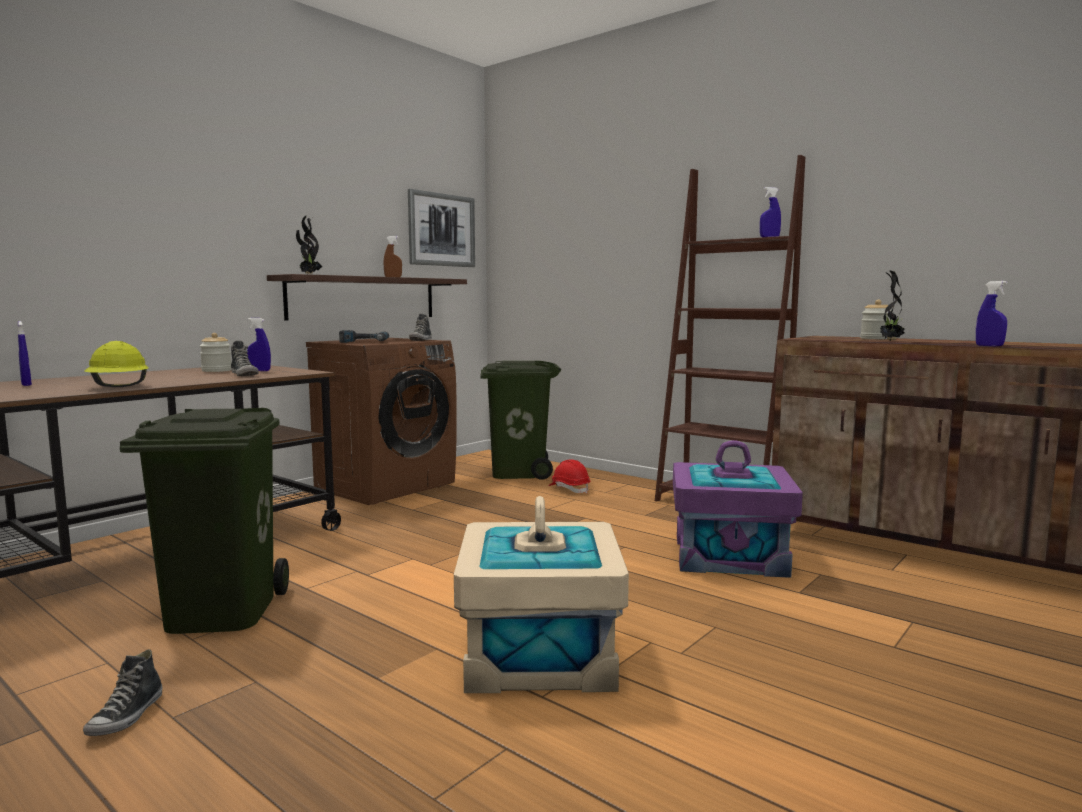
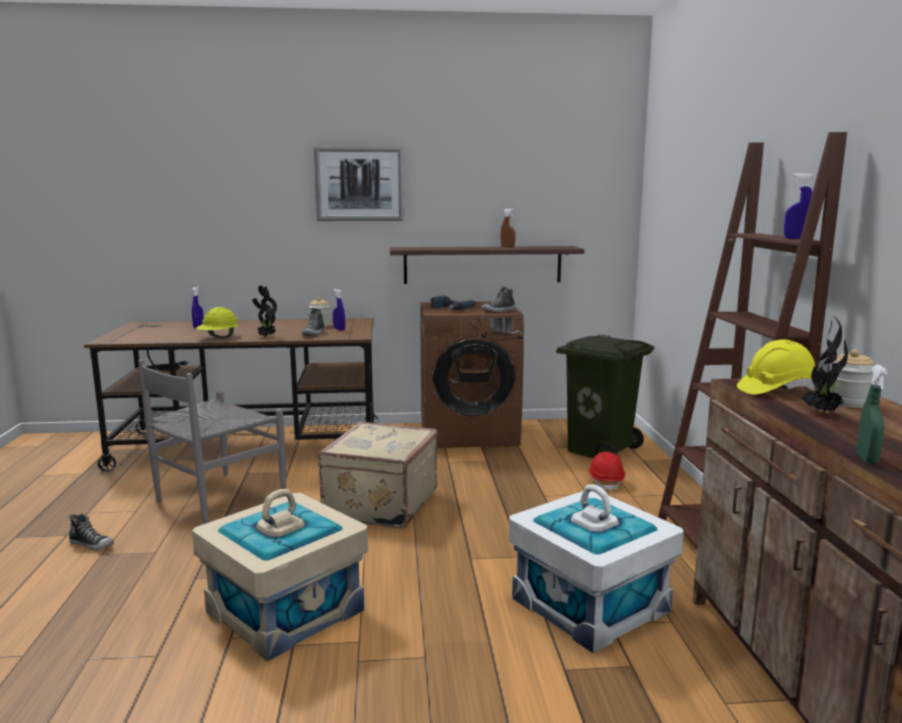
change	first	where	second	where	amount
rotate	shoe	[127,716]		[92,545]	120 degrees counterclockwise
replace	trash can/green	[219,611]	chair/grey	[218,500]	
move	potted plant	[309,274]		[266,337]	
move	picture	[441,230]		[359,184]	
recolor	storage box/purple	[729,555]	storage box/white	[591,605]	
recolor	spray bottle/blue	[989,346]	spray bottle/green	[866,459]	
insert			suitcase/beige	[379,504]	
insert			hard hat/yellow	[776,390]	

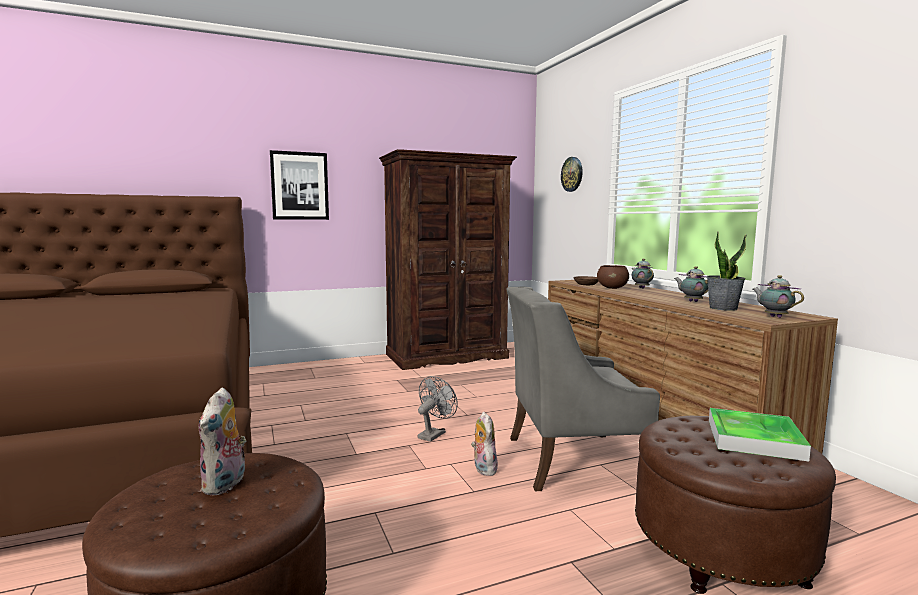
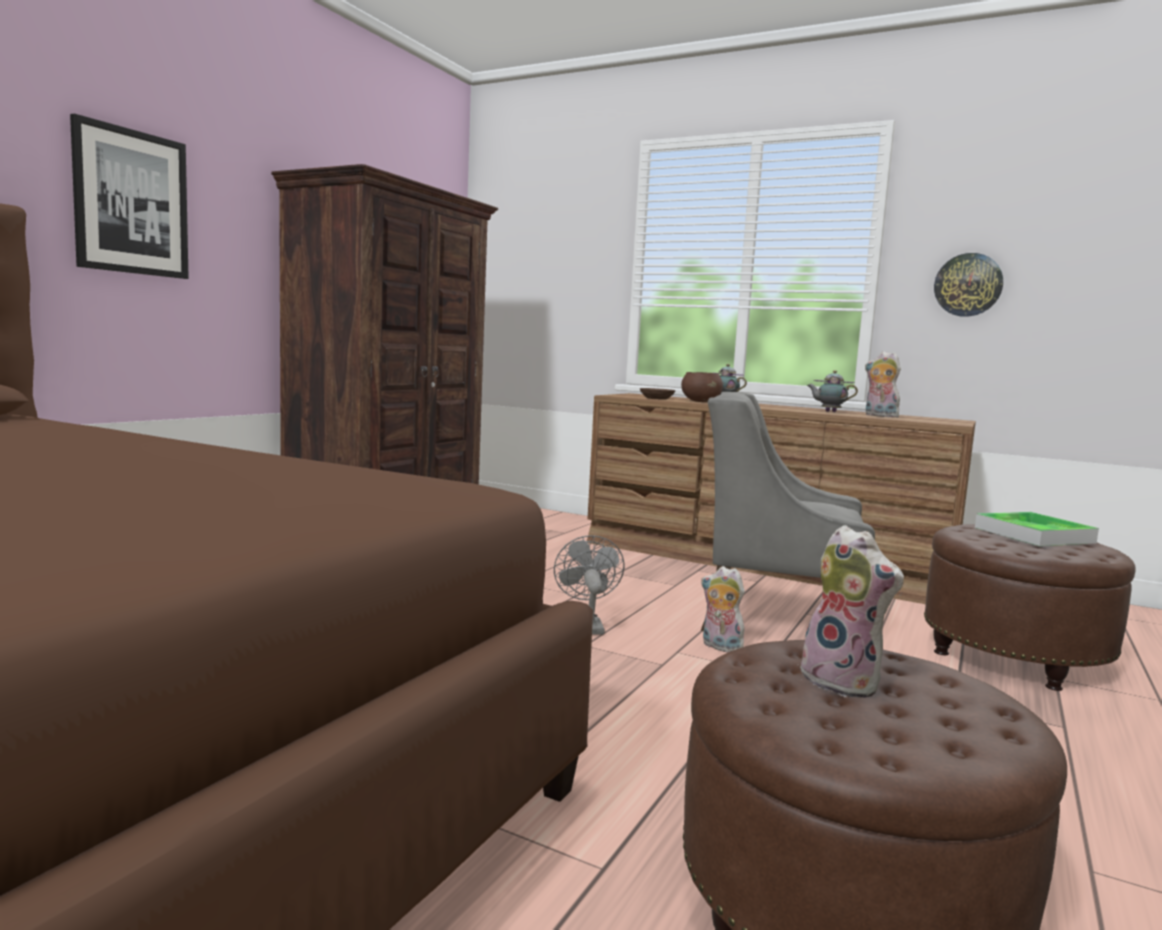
change	first	where	second	where	amount
rotate	armchair/grey	[571,459]		[774,615]	60 degrees clockwise
move	wall clock	[572,174]		[968,285]	
replace	potted plant	[723,308]	plush toy	[879,416]	
delete	teapot	[774,317]			

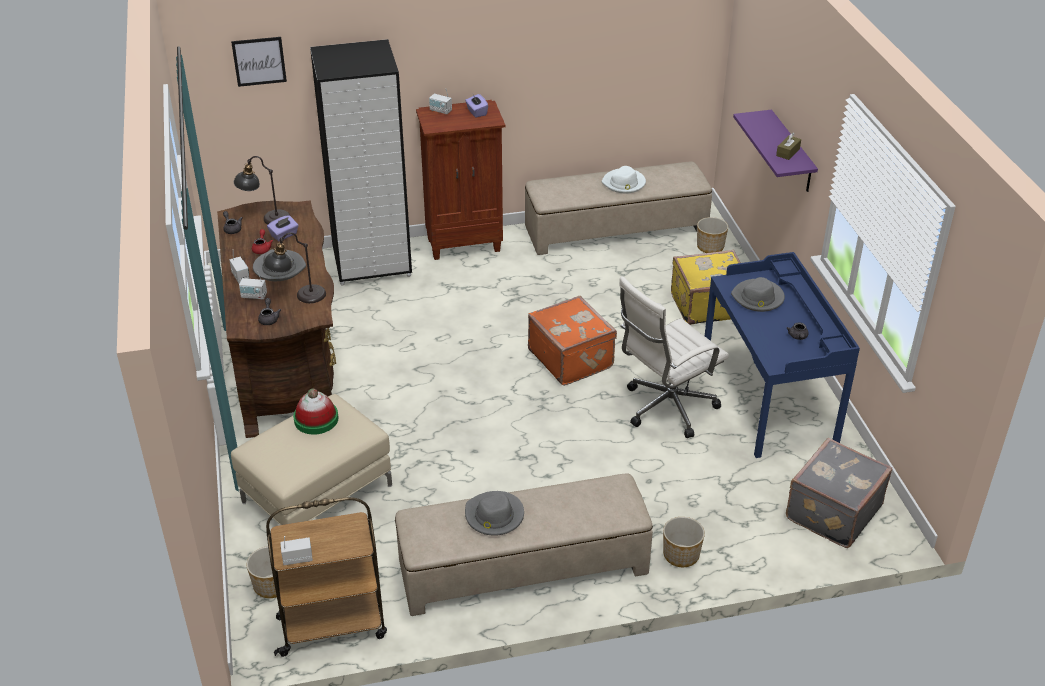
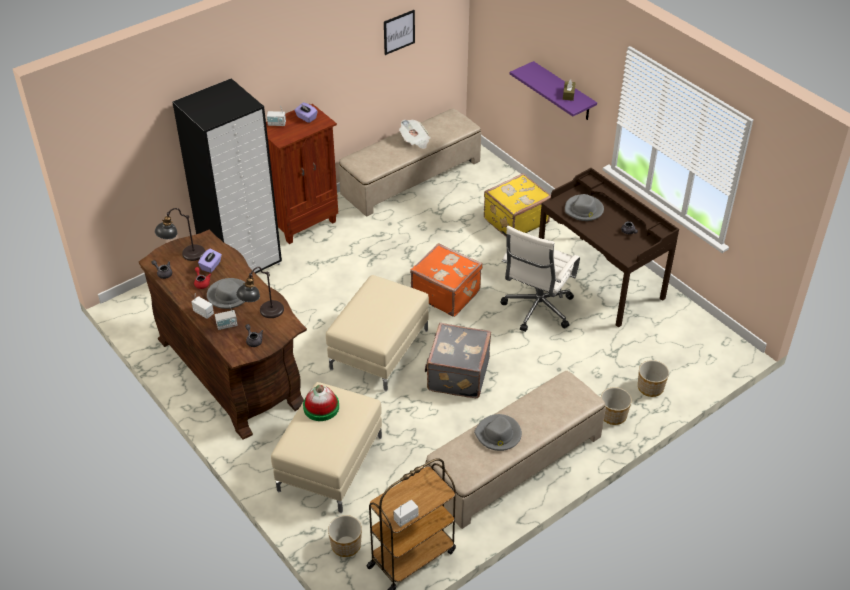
change	first	where	second	where	amount
move	picture	[259,61]		[399,32]	
replace	hat/white	[624,183]	newspaper	[415,141]	
move	planter	[710,247]		[650,388]	
recolor	desk/blue	[769,398]	desk/brown	[600,279]	
move	suitcase/grey	[831,512]		[457,375]	
insert			ottoman/beige	[380,350]	

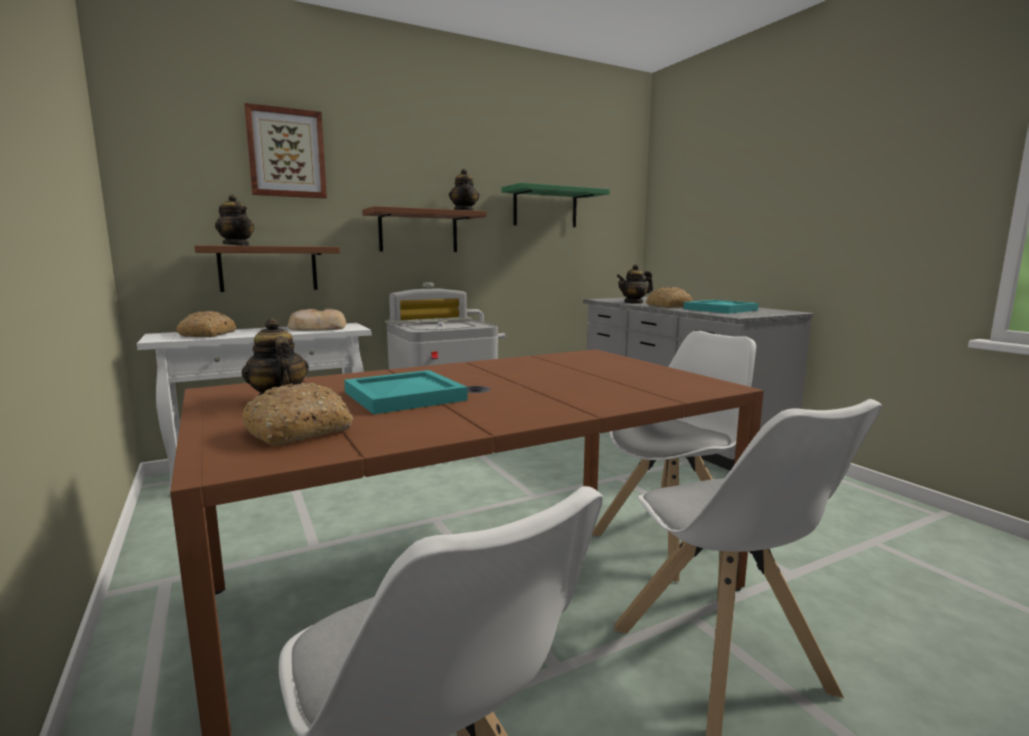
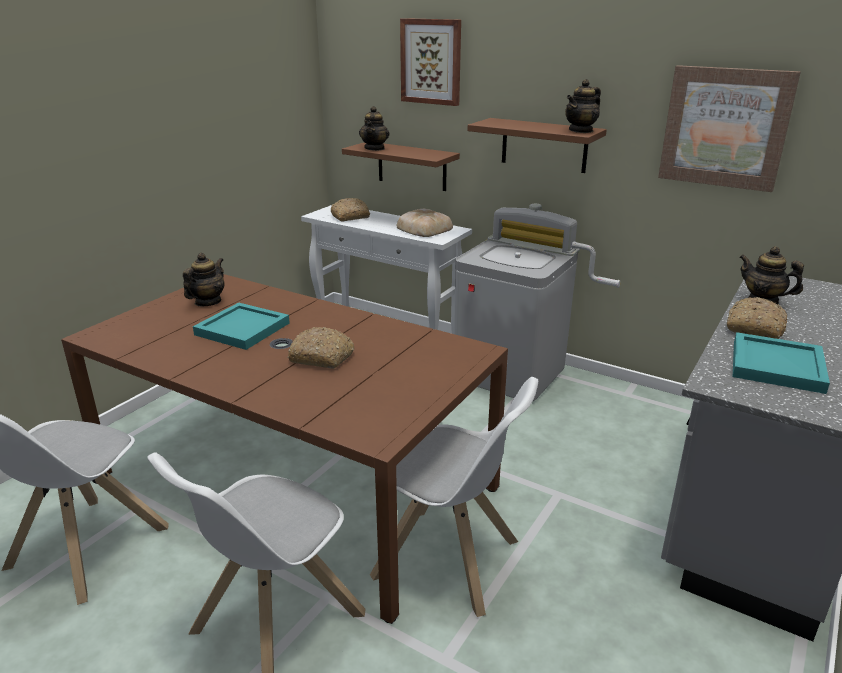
change	first	where	second	where	amount
move	bread	[300,430]		[322,357]	
replace	shelf/green	[545,208]	picture	[725,127]	

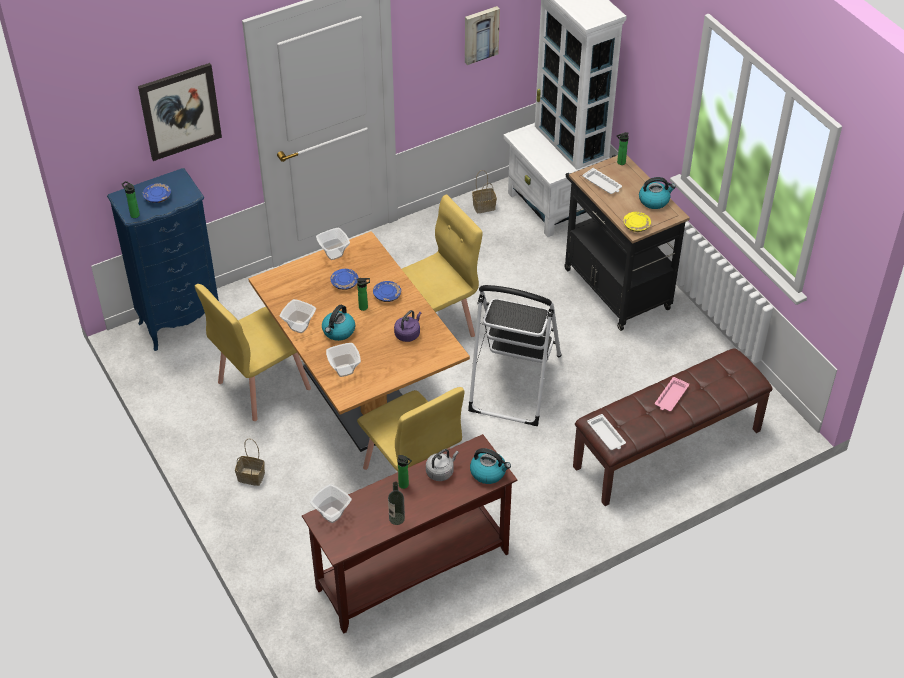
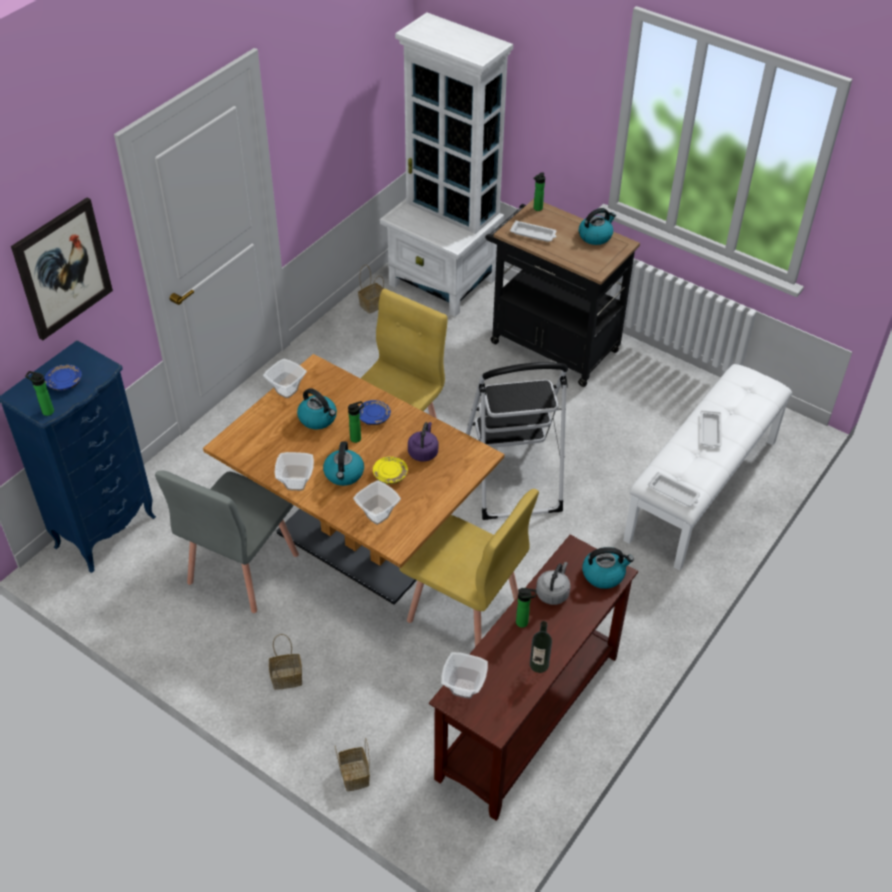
change	first	where	second	where	amount
recolor	chair/yellow	[263,385]	chair/grey	[242,569]	
replace	plate/blue	[344,283]	kettle	[318,418]	
delete	picture	[480,34]			
recolor	bench/brown	[668,449]	bench/white	[702,490]	
move	plate/yellow	[636,225]		[390,474]	
recolor	tray/pink	[671,397]	tray/white	[710,432]	
insert			basket	[353,774]	

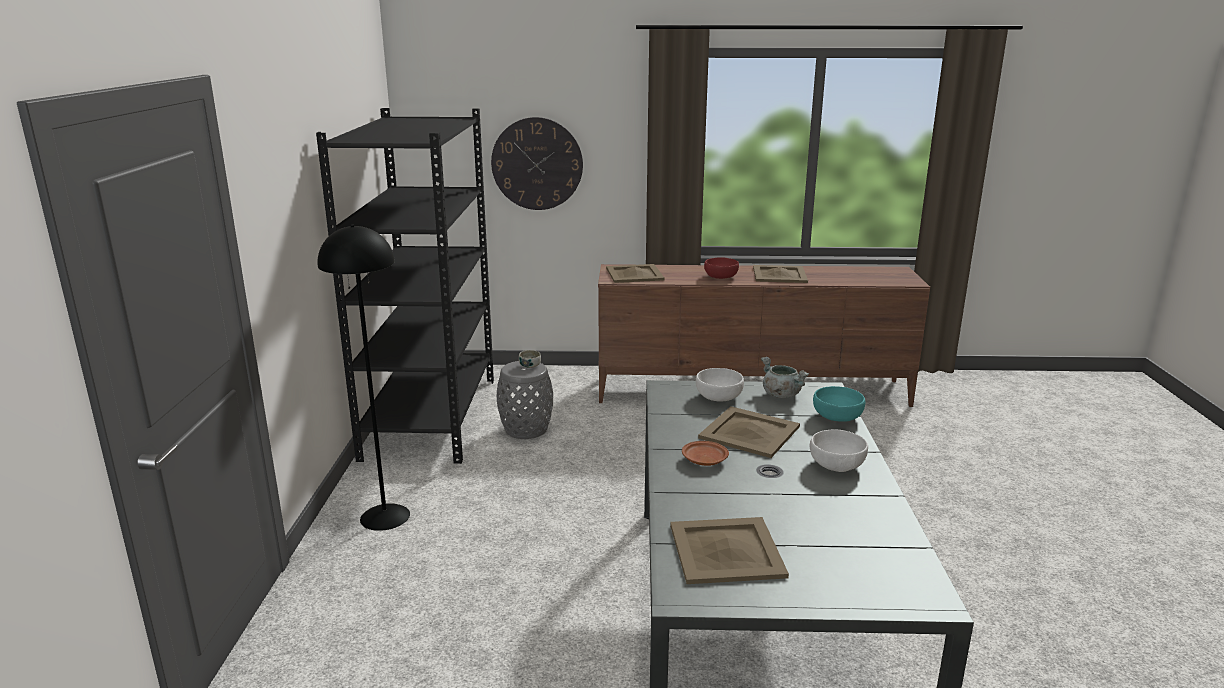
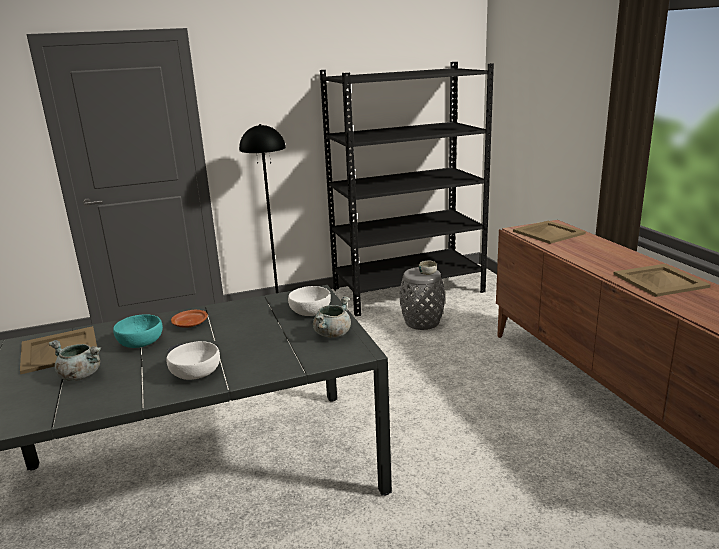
change	first	where	second	where	amount
delete	wall clock	[537,164]			
delete	tray/beige	[750,432]			
delete	bowl/red	[721,277]			
move	bowl/turquoise	[838,417]		[140,343]	
insert			cooking pot/grey	[80,375]	

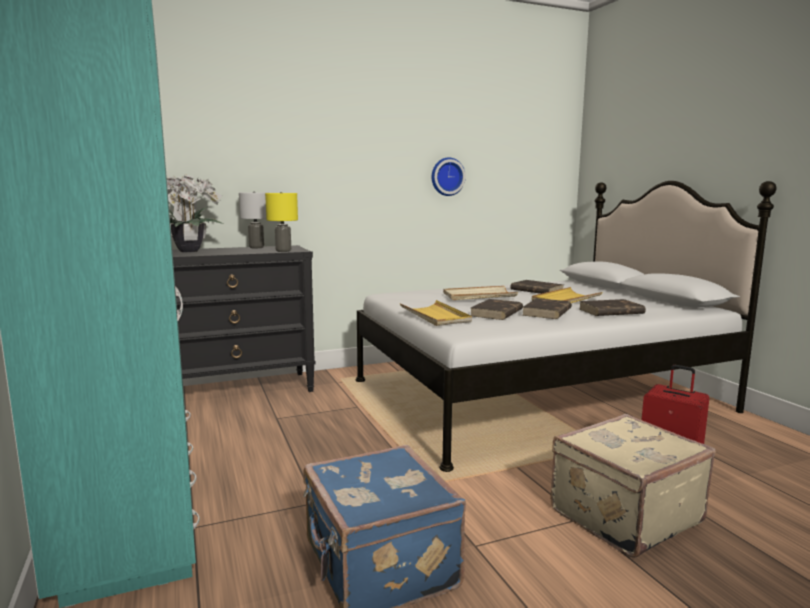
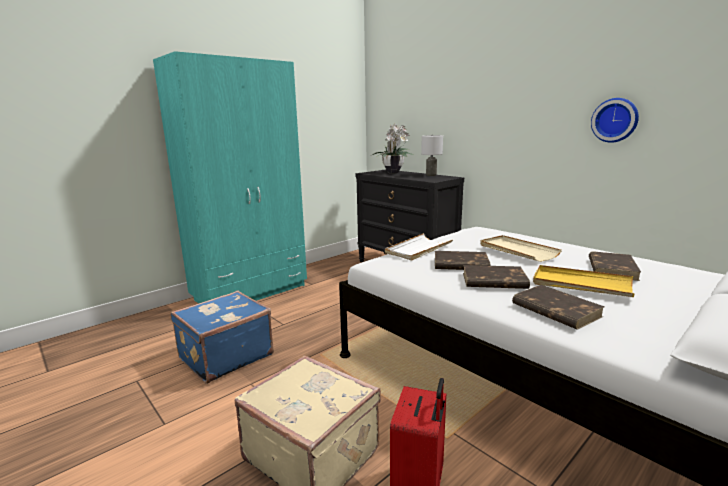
change	first	where	second	where	amount
delete	table lamp/yellow	[284,251]			
recolor	tray/yellow	[435,316]	tray/white	[418,249]	

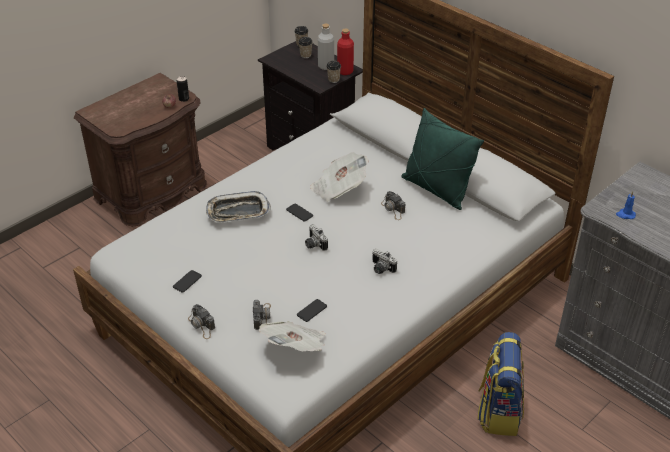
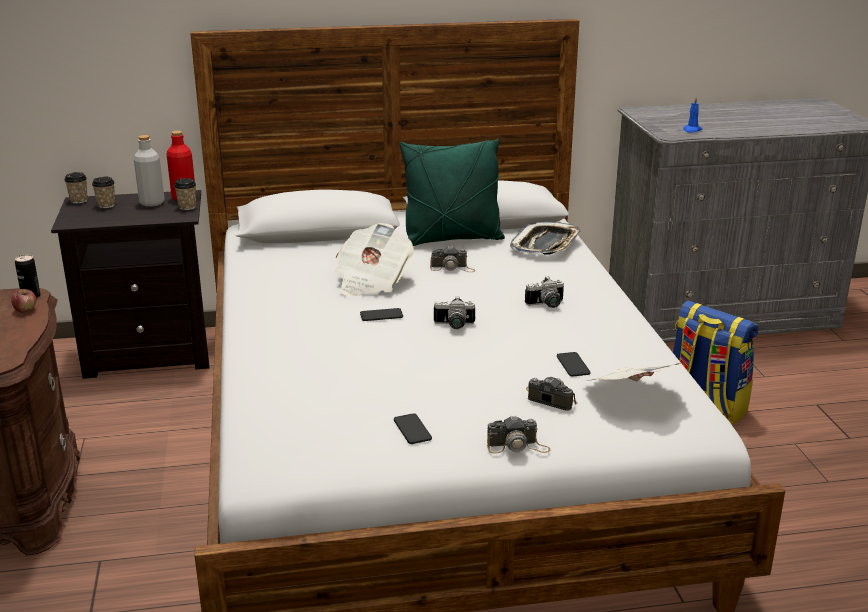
change	first	where	second	where	amount
move	tray	[238,212]		[546,245]	

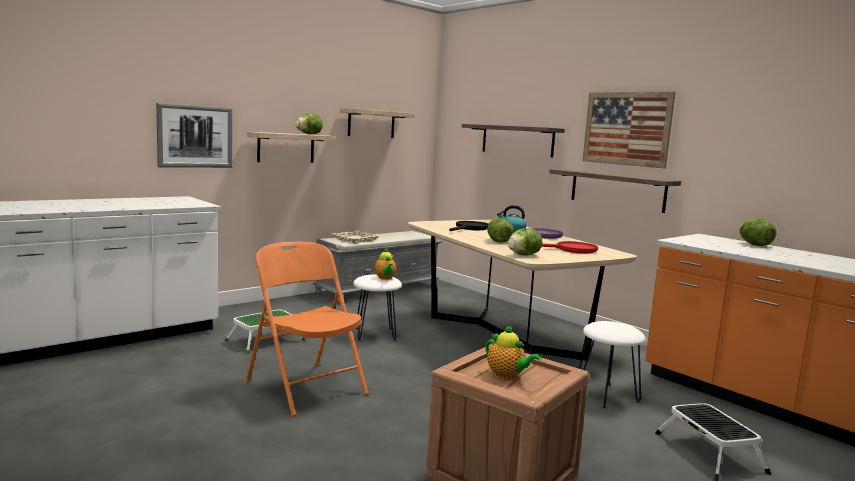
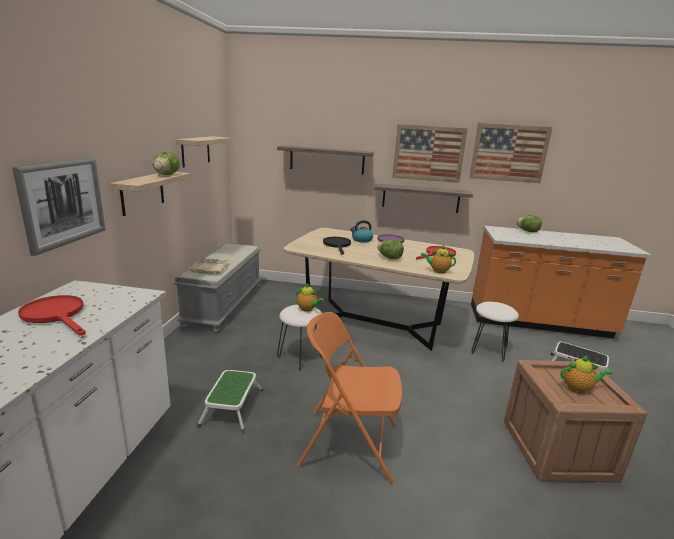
change	first	where	second	where	amount
replace	lettuce	[523,255]	teapot	[438,271]	
insert			frying pan/red	[56,315]	
insert			picture	[509,153]	

